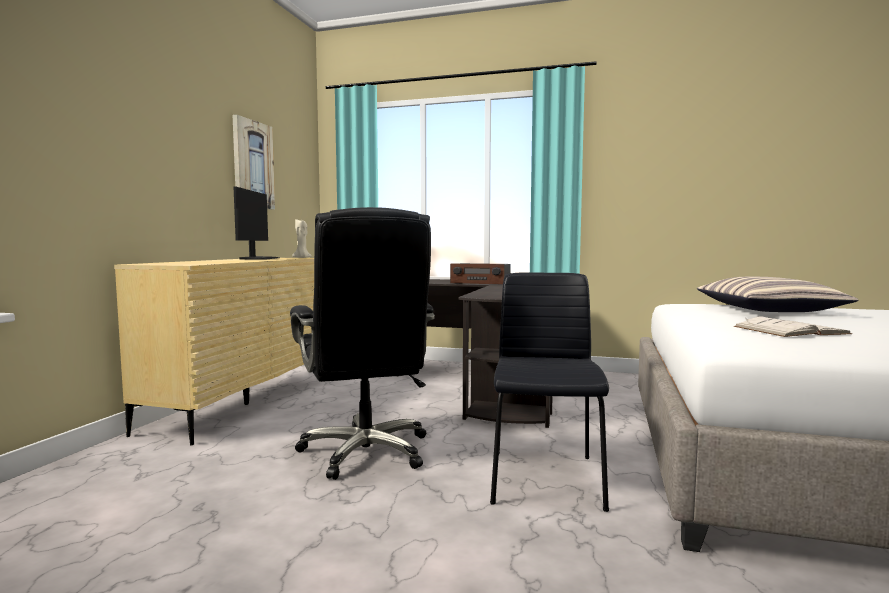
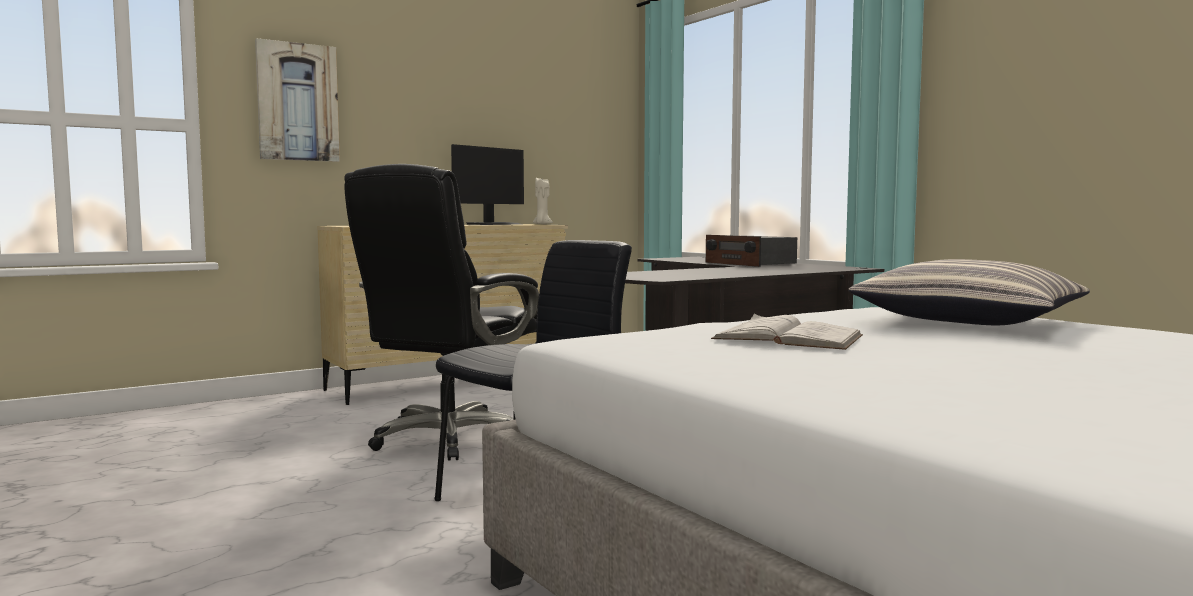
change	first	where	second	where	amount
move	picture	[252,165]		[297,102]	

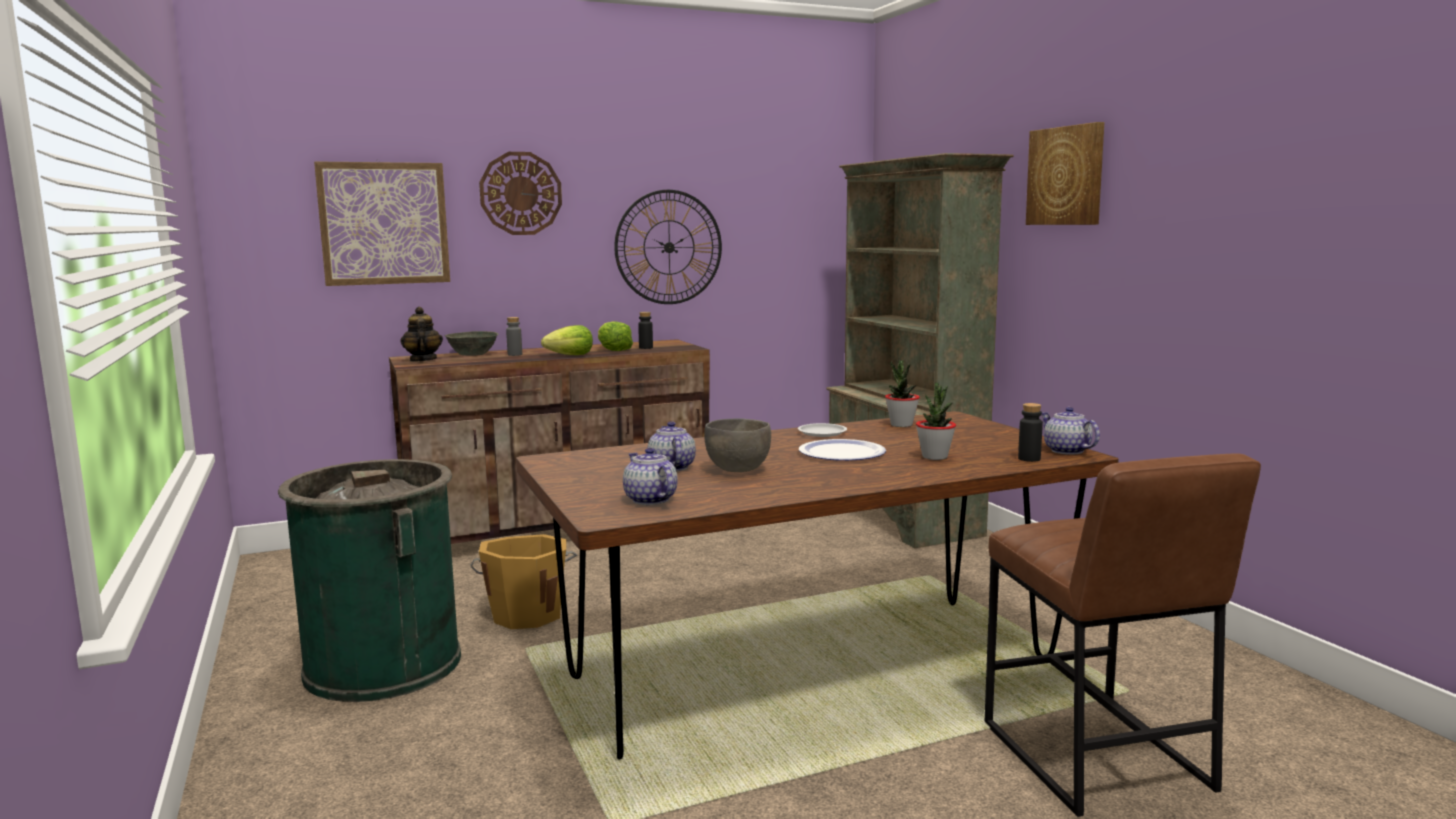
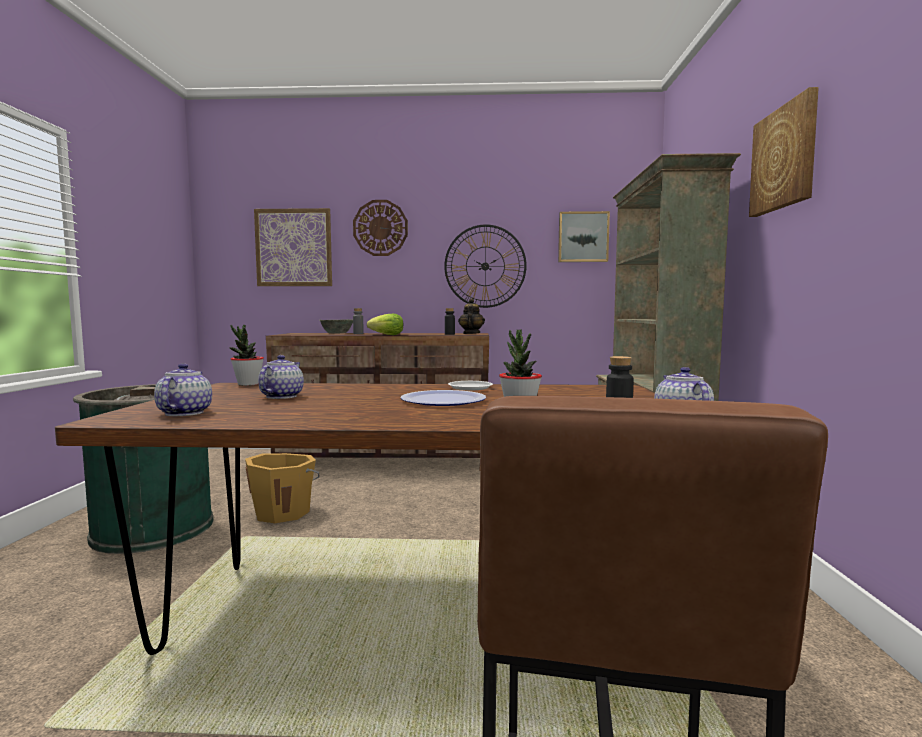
change	first	where	second	where	amount
move	teapot	[422,360]		[471,334]	
delete	lettuce	[613,350]			
delete	bowl/grey	[738,470]			
move	potted plant	[901,425]		[248,384]	
insert			picture	[583,237]	

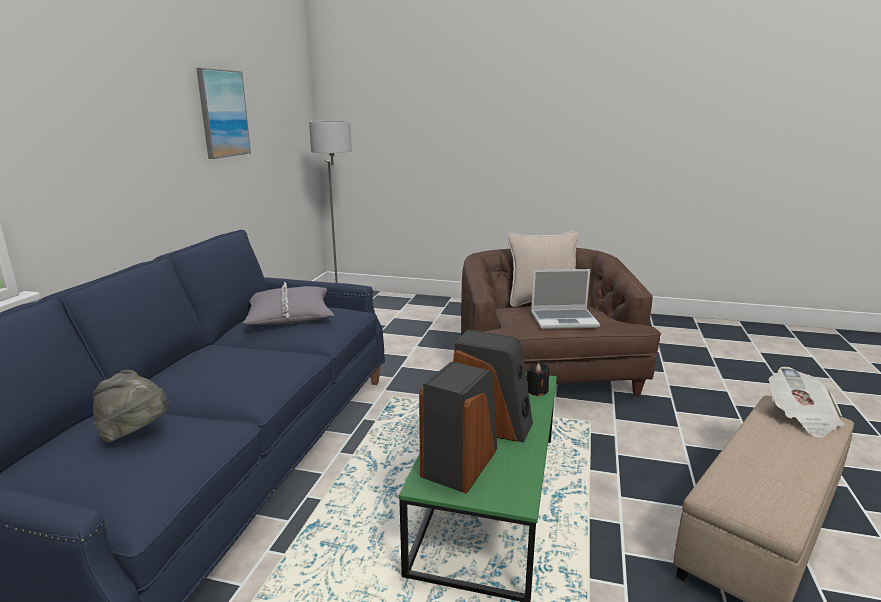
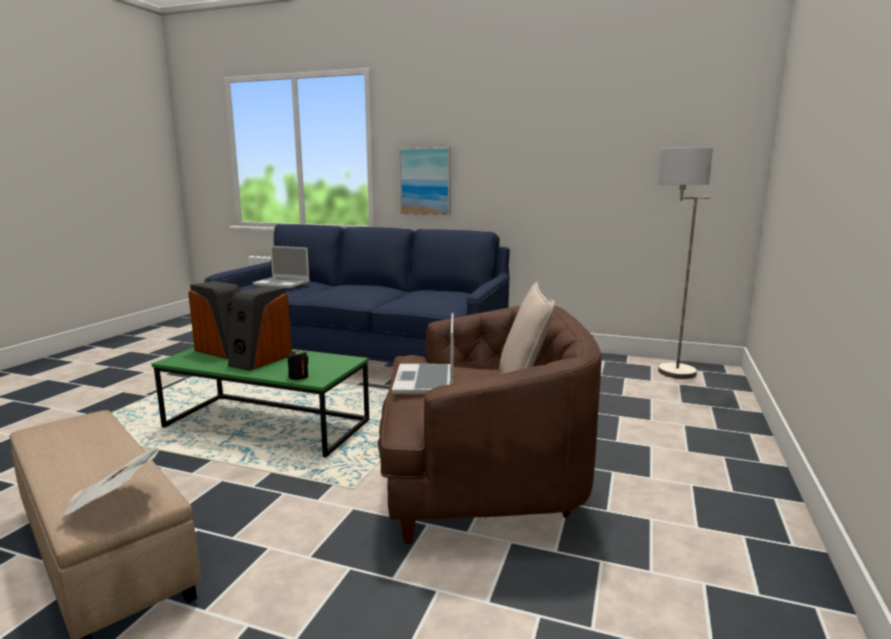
change	first	where	second	where	amount
replace	hat/grey	[137,435]	laptop	[282,284]	
move	picture	[223,113]		[425,181]	
delete	pillow/grey	[289,316]			

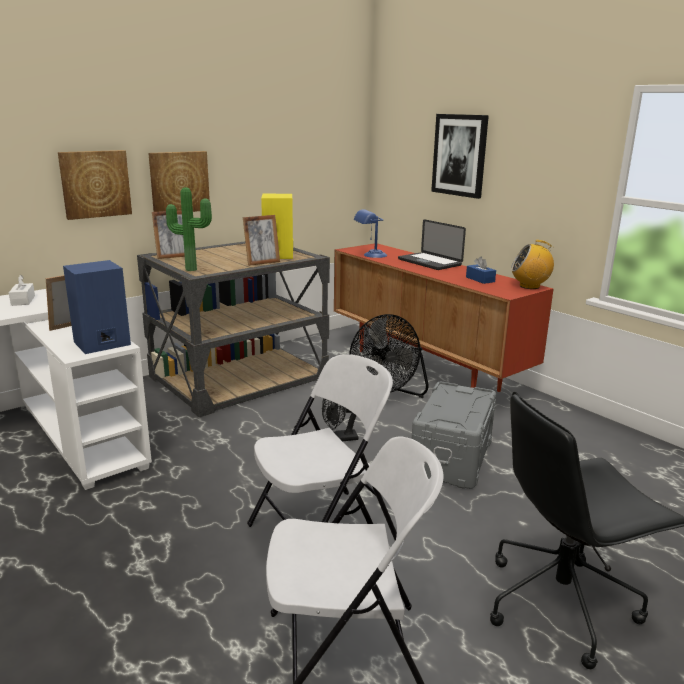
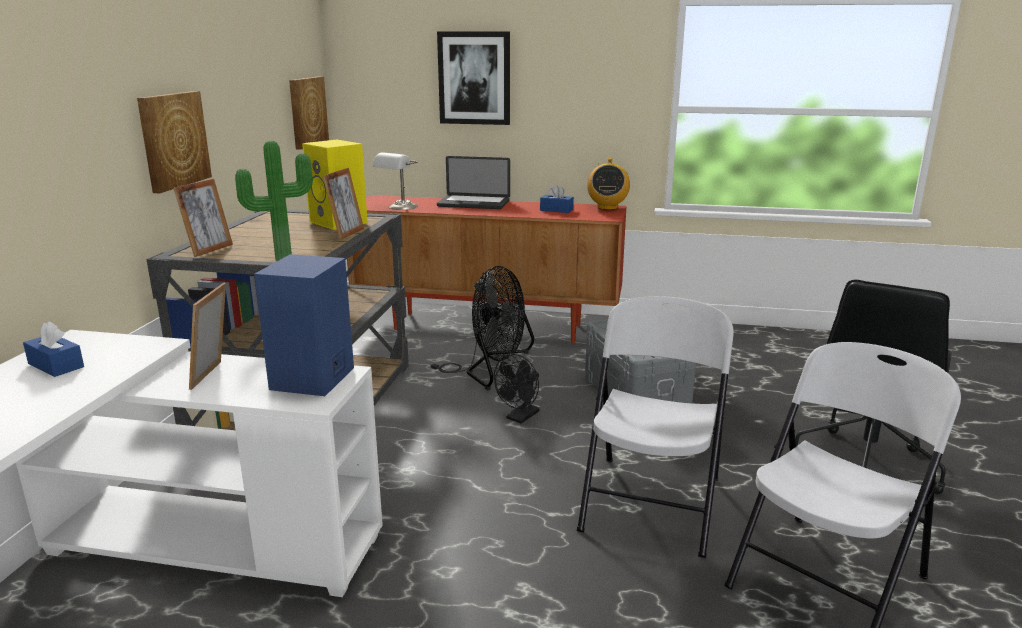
change	first	where	second	where	amount
recolor	tissue box/white	[23,300]	tissue box/blue	[56,365]	
move	picture	[95,184]		[307,112]	
recolor	table lamp/blue	[370,255]	table lamp/white	[400,208]	
rotate	radio	[530,286]		[607,207]	45 degrees counterclockwise

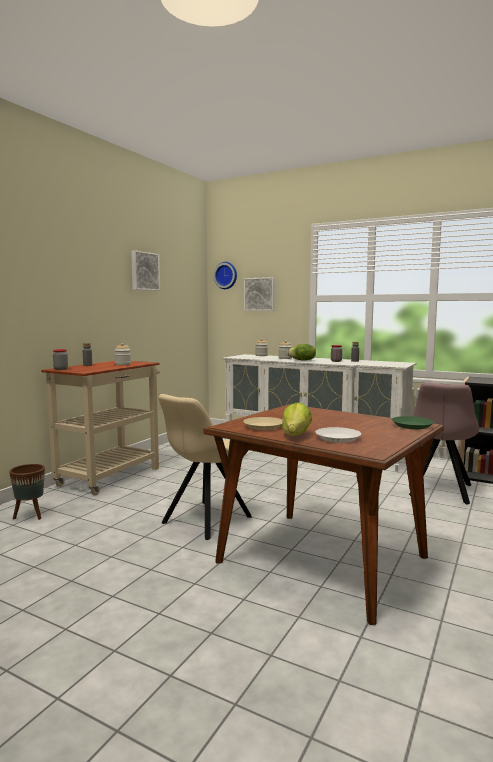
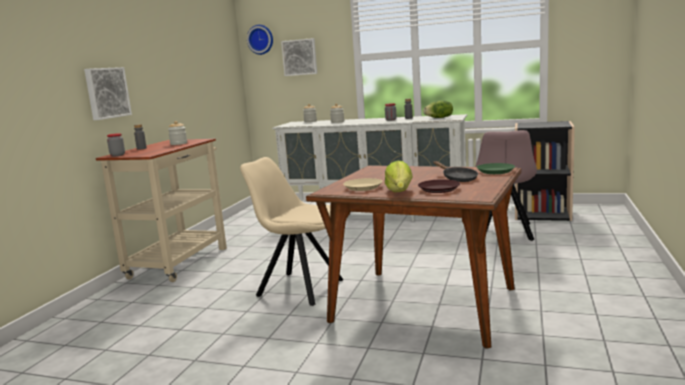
change	first	where	second	where	amount
delete	planter/brown	[30,516]			
move	picture	[144,271]		[106,93]	
rotate	chair/beige	[205,520]		[299,288]	90 degrees clockwise
move	lettuce	[302,360]		[439,118]	
recolor	plate/white	[338,438]	plate/brown	[439,189]	
insert			frying pan/black	[457,179]	

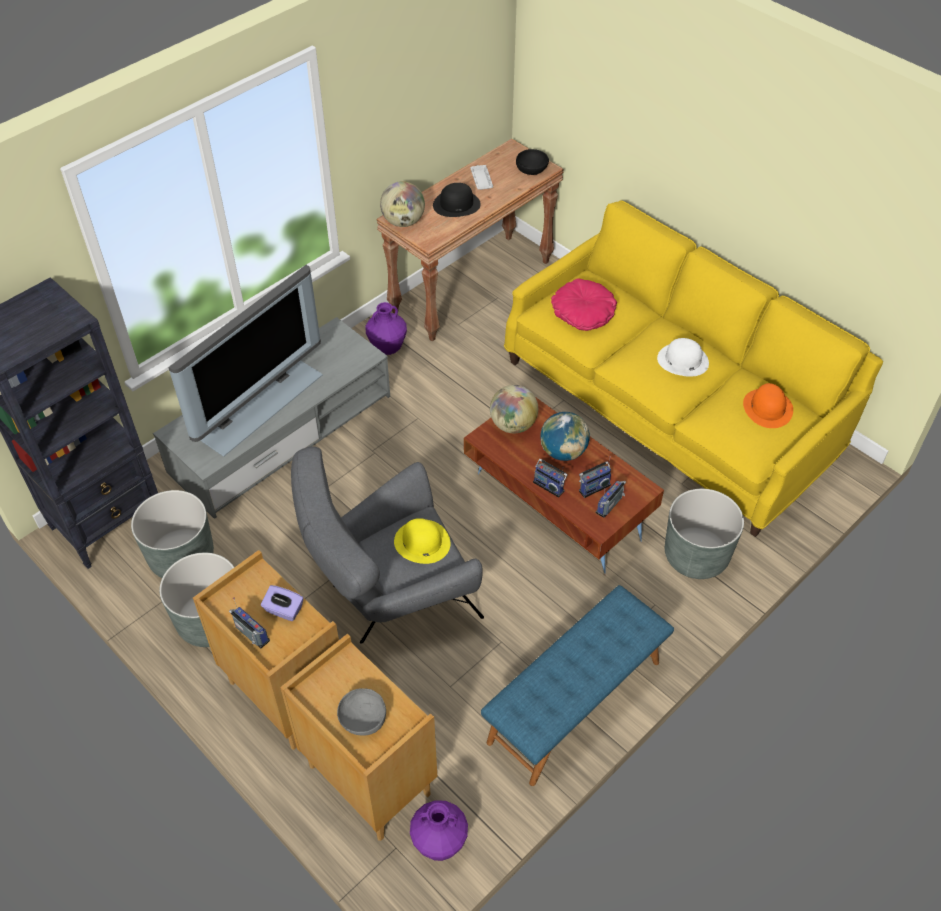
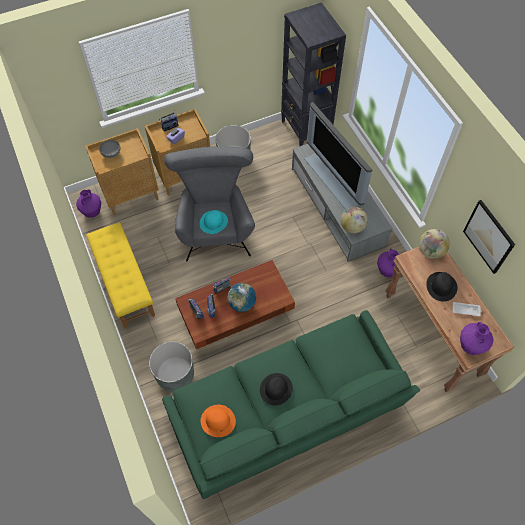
change	first	where	second	where	amount
delete	planter/grey	[182,557]			
recolor	hat/yellow	[421,542]	hat/turquoise	[213,222]	
recolor	bench/blue	[575,702]	bench/yellow	[124,283]	
move	globe	[513,425]		[352,227]	
recolor	sofa/yellow	[671,406]	sofa/green	[286,413]	
replace	bowl/black	[532,170]	vase/purple	[470,346]	
delete	pillow/pink	[584,312]			
recolor	hat/white	[682,360]	hat/black	[276,389]	
insert			picture	[488,237]	

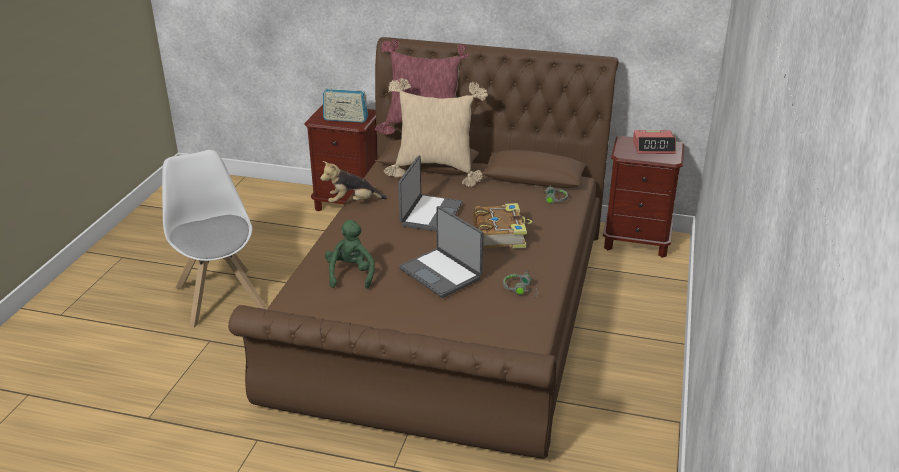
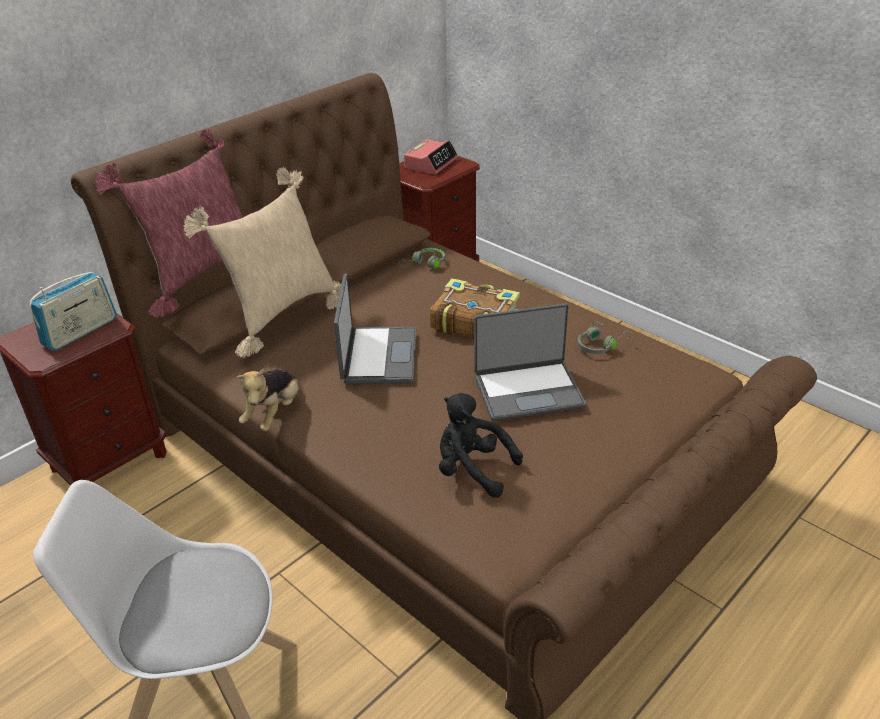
change	first	where	second	where	amount
recolor	plush toy/green	[351,274]	plush toy/black	[472,470]	
rotate	laptop	[430,214]		[377,357]	45 degrees clockwise

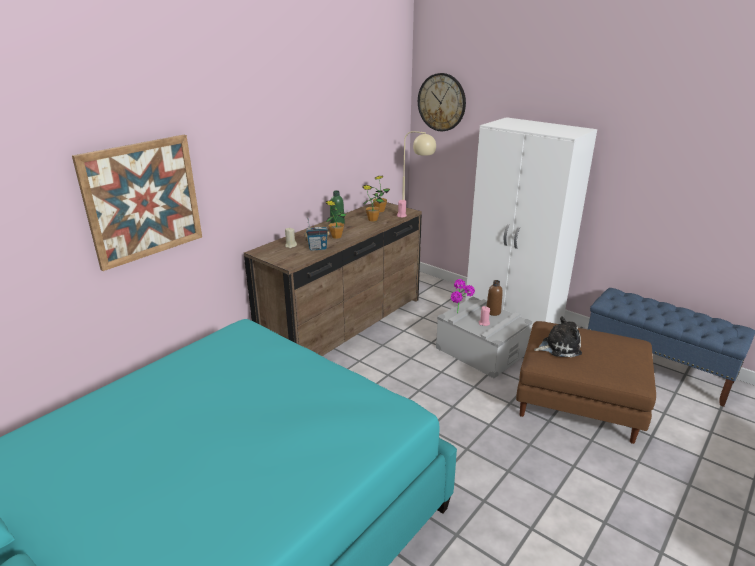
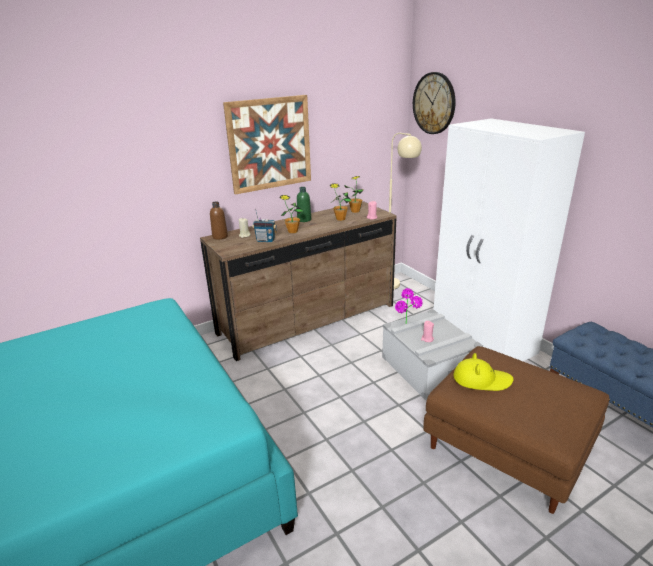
change	first	where	second	where	amount
move	picture	[143,200]		[269,144]	
move	bottle/brown	[493,312]		[220,237]	
replace	plush toy	[559,347]	hat/yellow	[481,379]	

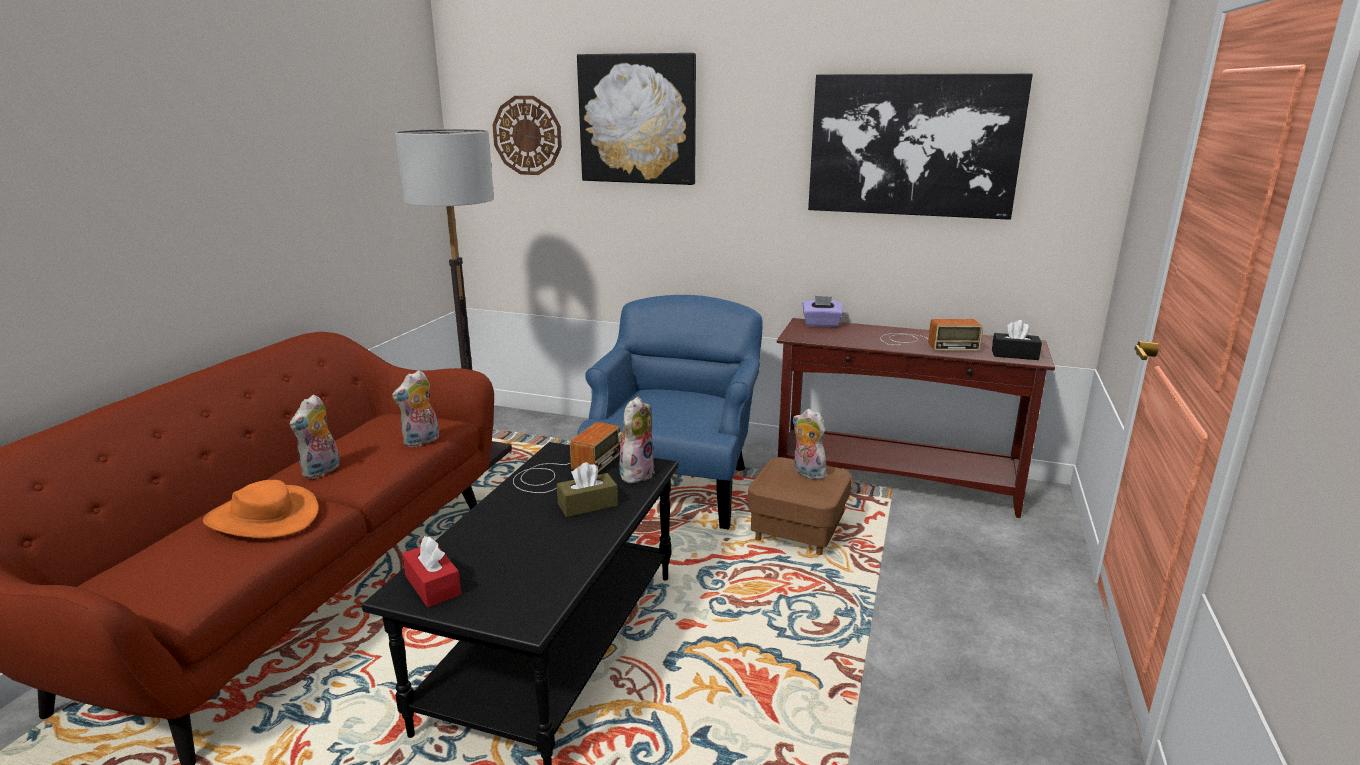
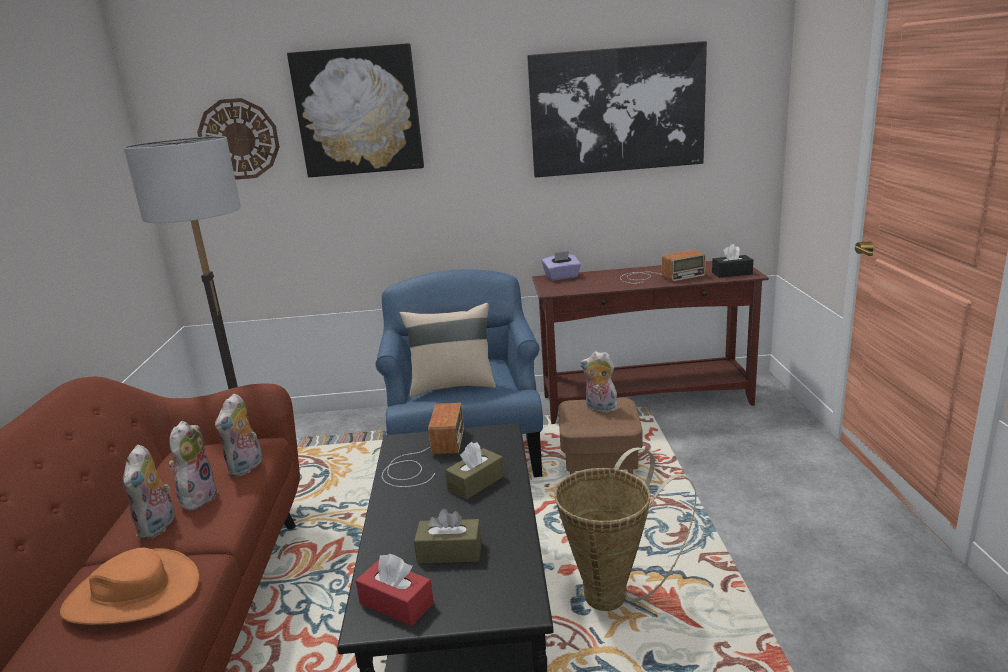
change	first	where	second	where	amount
move	plush toy	[635,473]		[197,497]	
insert			pillow/beige	[452,385]	
insert			tissue box/brown	[450,552]	
insert			basket	[614,594]	

